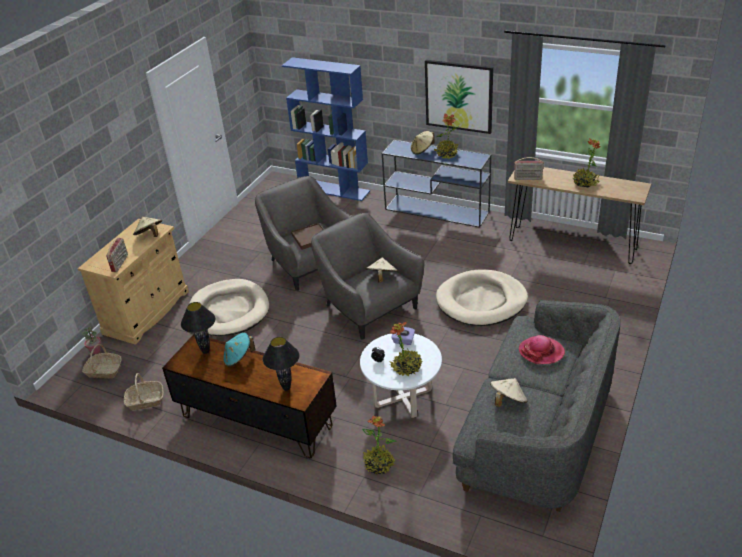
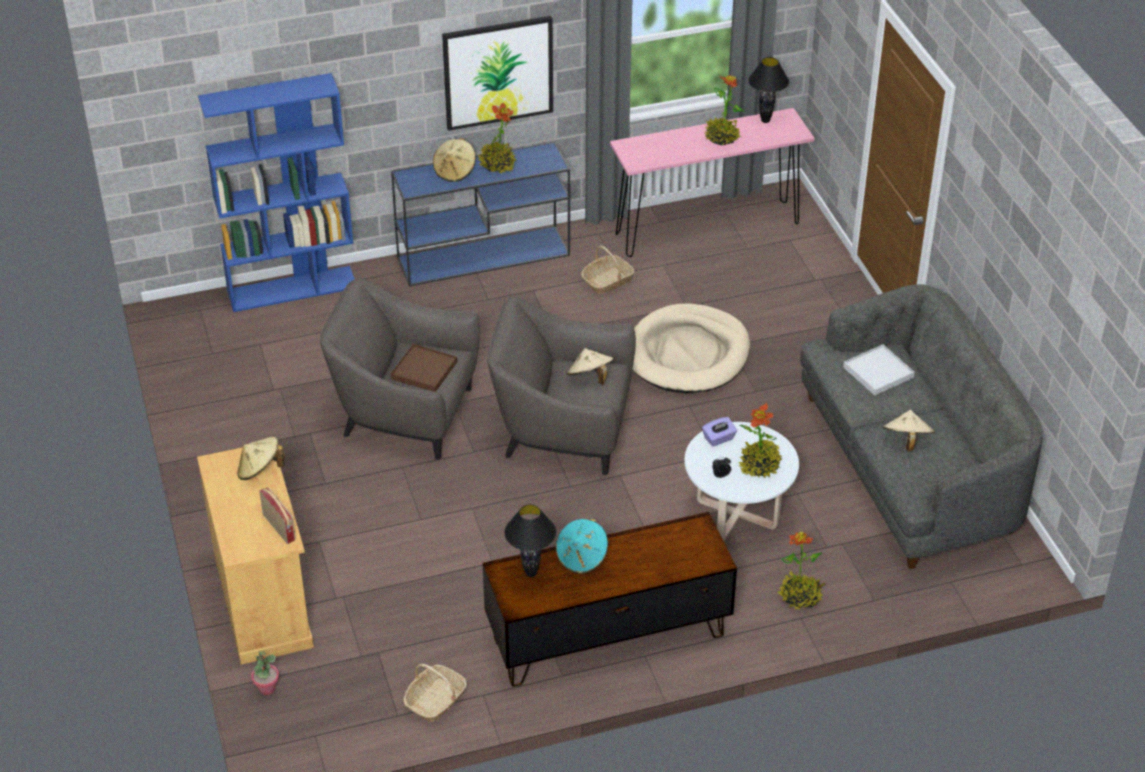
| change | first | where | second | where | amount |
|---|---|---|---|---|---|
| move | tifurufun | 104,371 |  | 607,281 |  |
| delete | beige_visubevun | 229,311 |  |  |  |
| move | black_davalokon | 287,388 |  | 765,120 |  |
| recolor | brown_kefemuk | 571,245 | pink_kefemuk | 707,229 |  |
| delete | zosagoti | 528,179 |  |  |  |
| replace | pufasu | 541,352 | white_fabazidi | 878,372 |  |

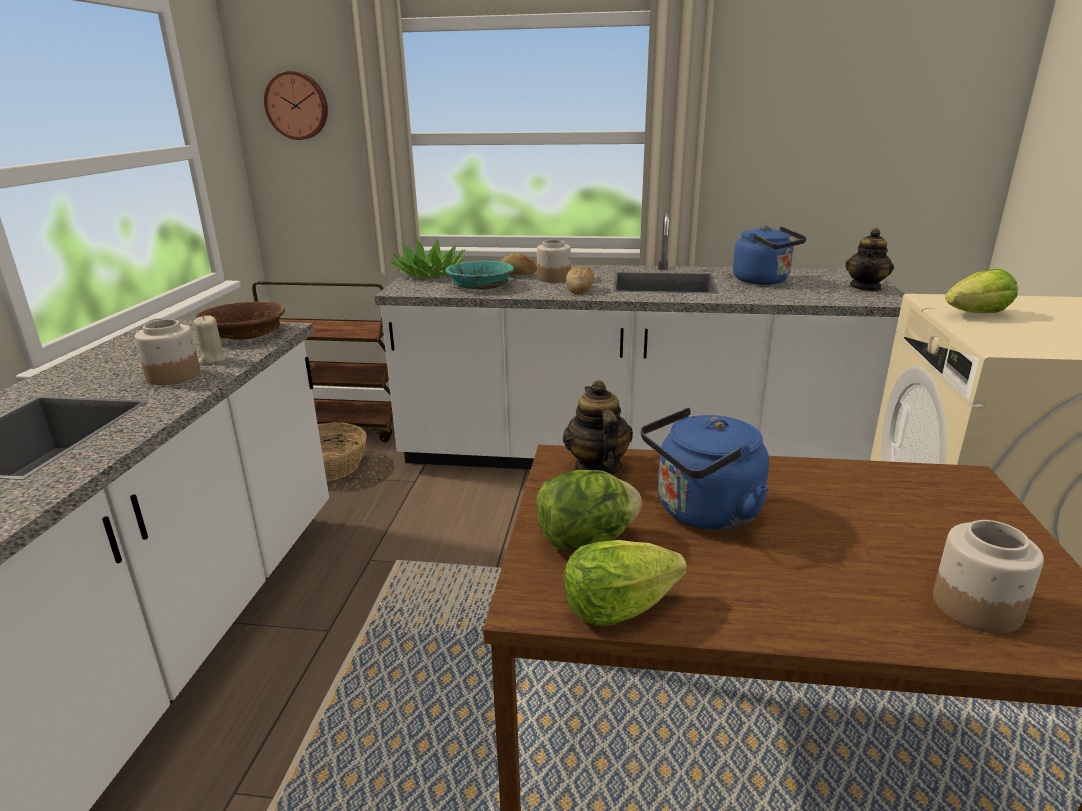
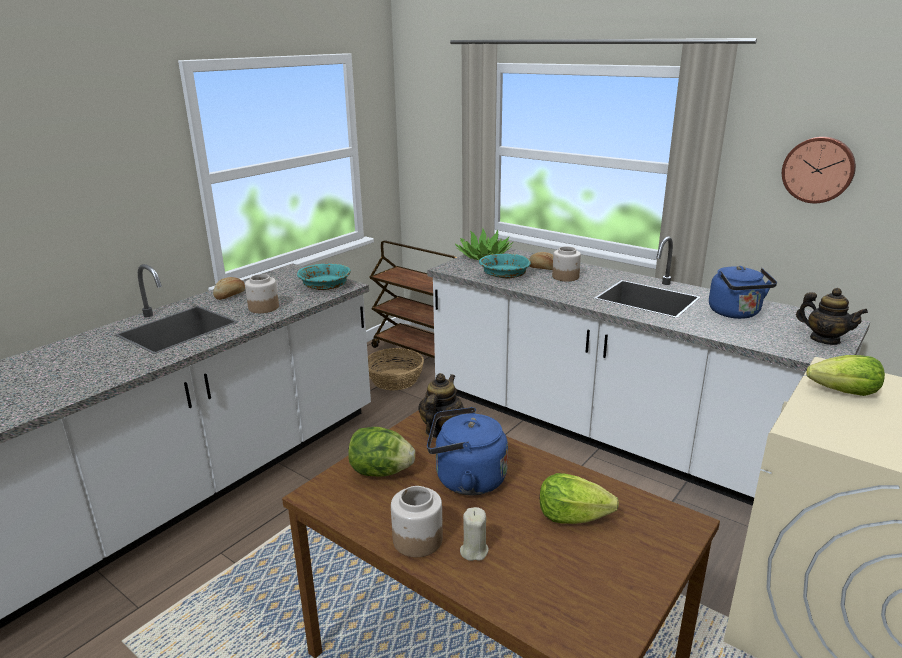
| change | first | where | second | where | amount |
|---|---|---|---|---|---|
| move | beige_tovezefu | 212,359 |  | 474,550 |  |
| recolor | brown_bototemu | 245,334 | turquoise_bototemu | 325,285 |  |
| move | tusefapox | 297,105 |  | 818,169 |  |
| move | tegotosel | 617,607 |  | 572,516 |  |
| move | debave | 579,289 |  | 231,295 |  |
| rotate | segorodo | 866,287 |  | 824,340 | 105 degrees counterclockwise |
| move | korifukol | 975,606 |  | 417,539 |  |

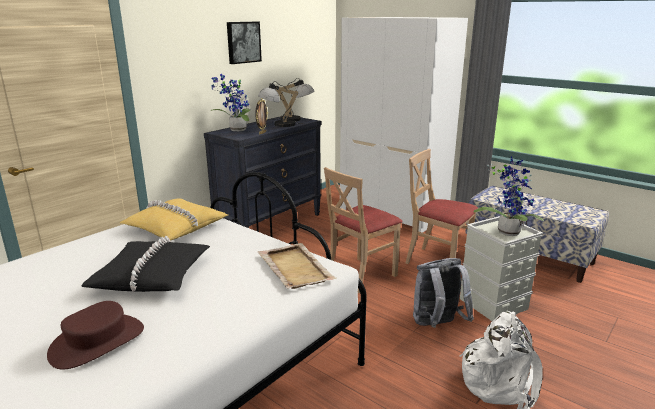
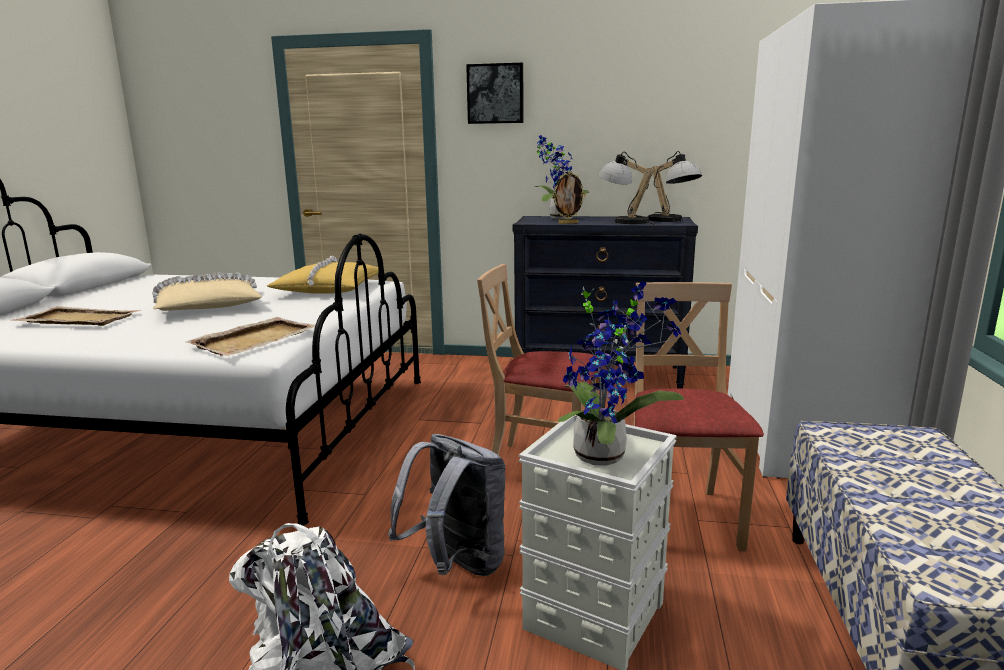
| change | first | where | second | where | amount |
|---|---|---|---|---|---|
| replace | brown_pufasu | 97,342 | beige_fabazidi | 78,319 |  |
| recolor | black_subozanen | 152,275 | beige_subozanen | 209,306 |  |
| move | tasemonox | 243,42 |  | 495,94 |  |

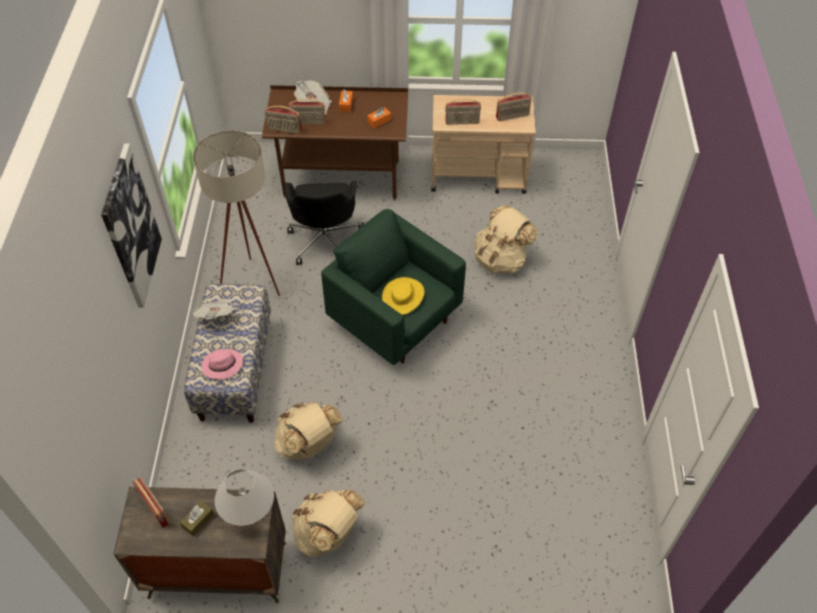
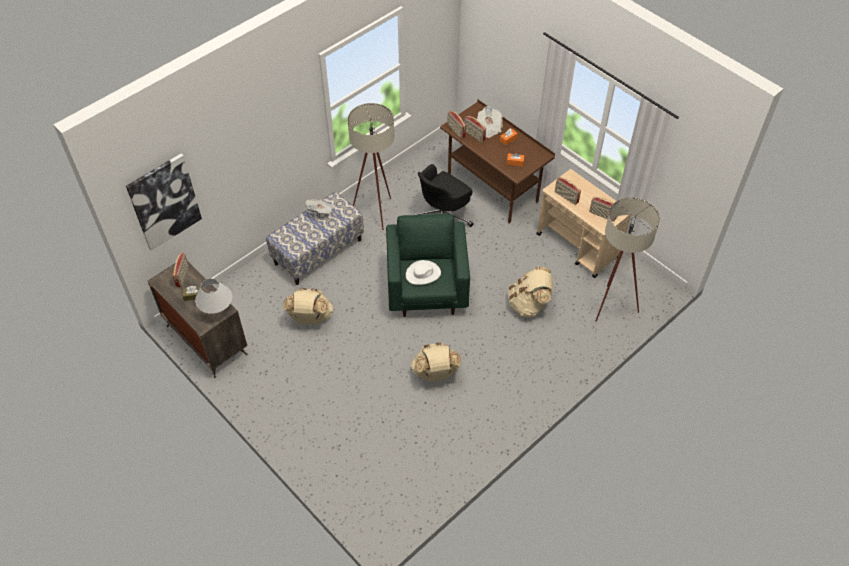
| change | first | where | second | where | amount |
|---|---|---|---|---|---|
| move | tasemonox | 130,228 |  | 164,202 |  |
| delete | pink_pufasu | 222,366 |  |  |  |
| move | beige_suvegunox | 328,533 |  | 435,373 |  |
| recolor | yellow_pufasu | 403,296 | white_pufasu | 423,274 |  |
| insert |  |  | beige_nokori | 609,309 |  |

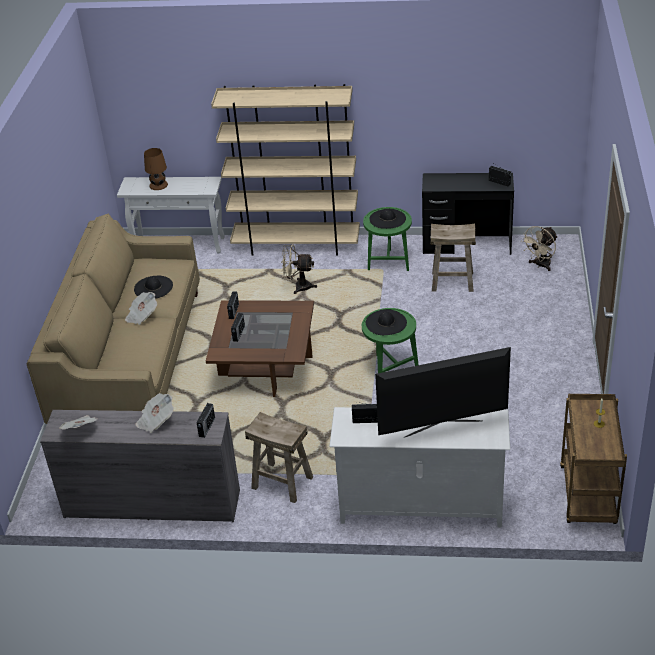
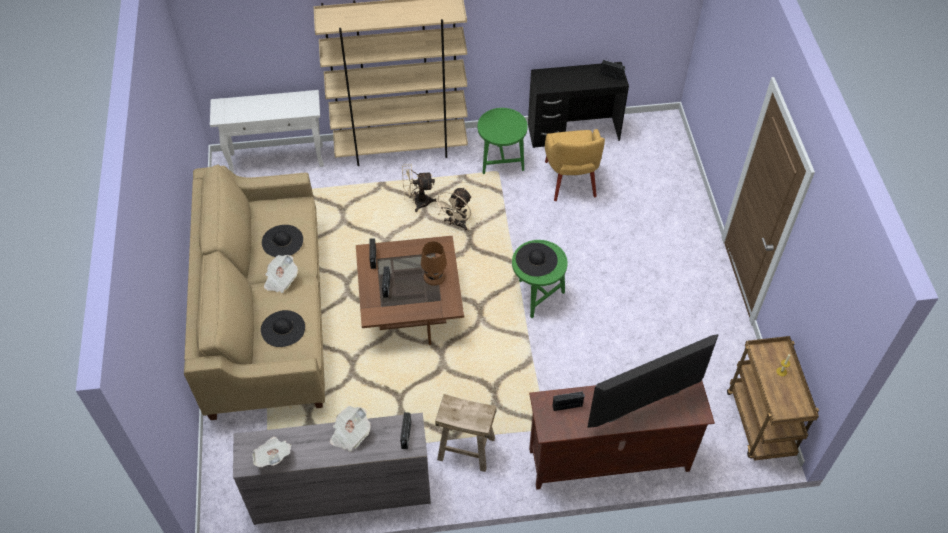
| change | first | where | second | where | amount |
|---|---|---|---|---|---|
| move | brown_davalokon | 158,185 |  | 434,276 |  |
| recolor | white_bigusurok | 420,508 | brown_bigusurok | 608,460 |  |
| move | black_pufasu | 387,219 |  | 283,328 |  |
| replace | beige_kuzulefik | 452,282 | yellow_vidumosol | 570,180 |  |
| move | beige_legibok | 540,265 |  | 456,224 |  |

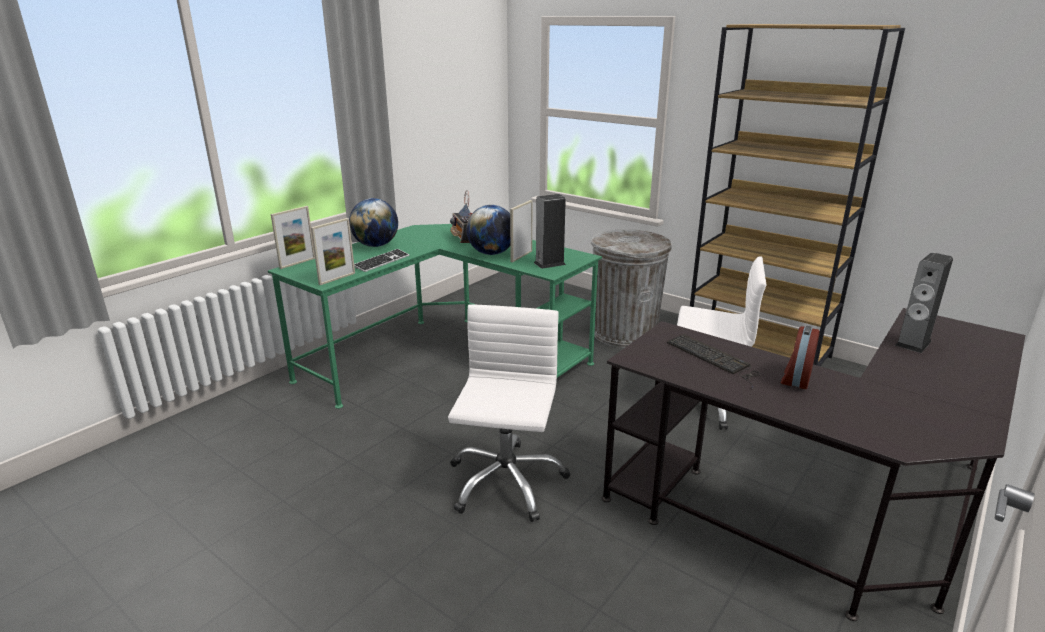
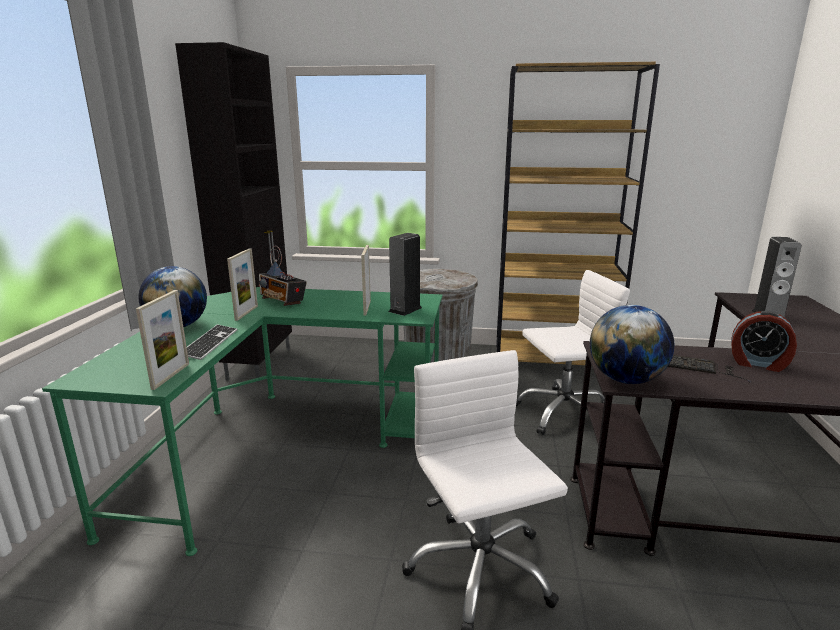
| change | first | where | second | where | amount |
|---|---|---|---|---|---|
| move | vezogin | 297,263 |  | 246,313 |  |
| move | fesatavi | 491,253 |  | 625,380 |  |
| rotate | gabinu | 795,378 |  | 758,364 | 60 degrees counterclockwise |
| insert |  |  | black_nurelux | 261,363 |  |

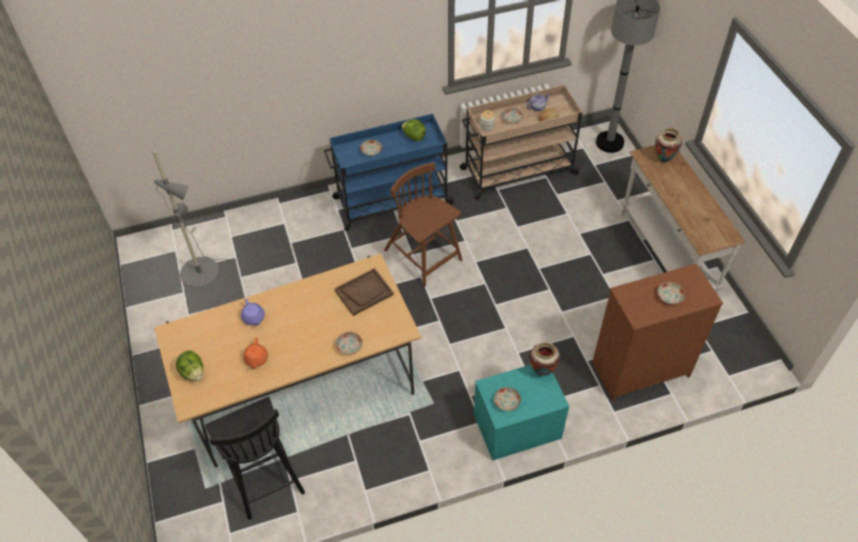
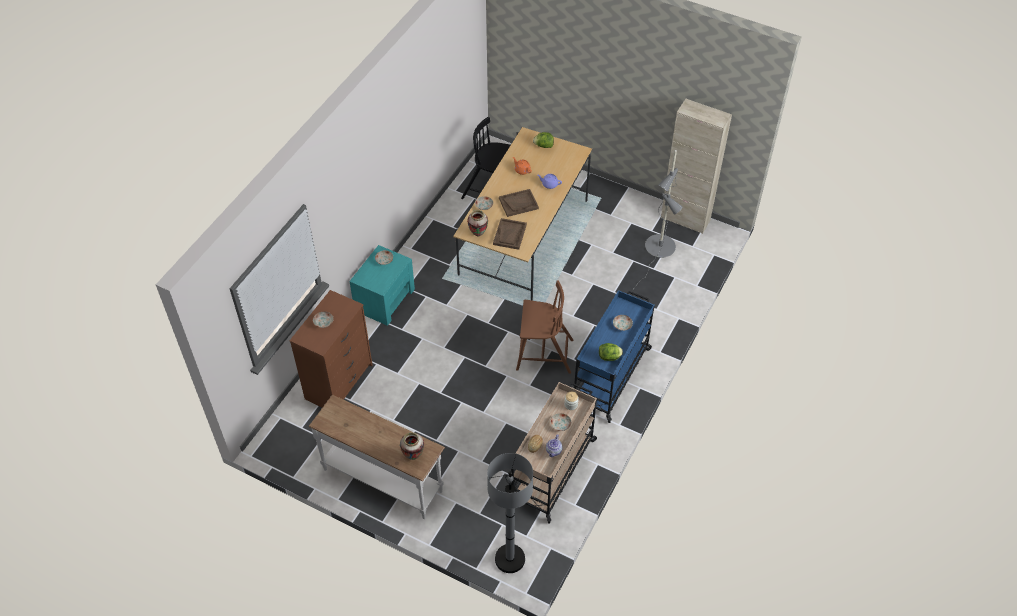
| change | first | where | second | where | amount |
|---|---|---|---|---|---|
| move | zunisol | 542,371 |  | 478,234 |  |
| insert |  |  | brown_fabazidi | 518,203 |  |
| insert |  |  | beige_nurelux | 685,219 |  |

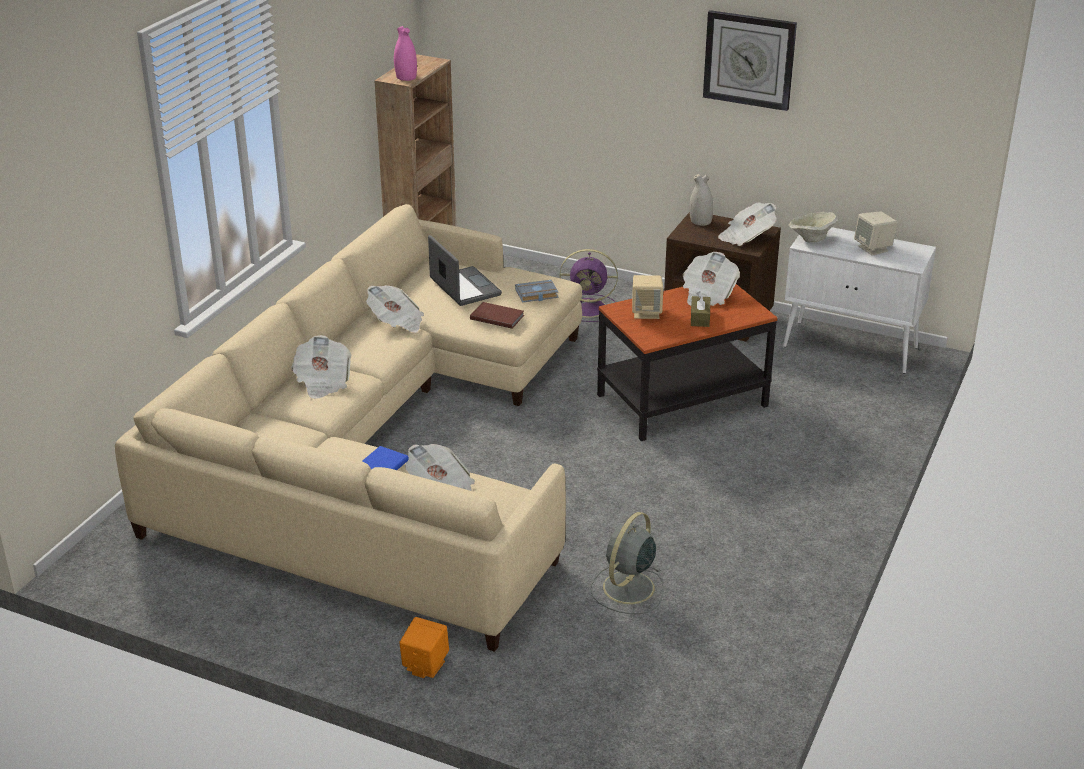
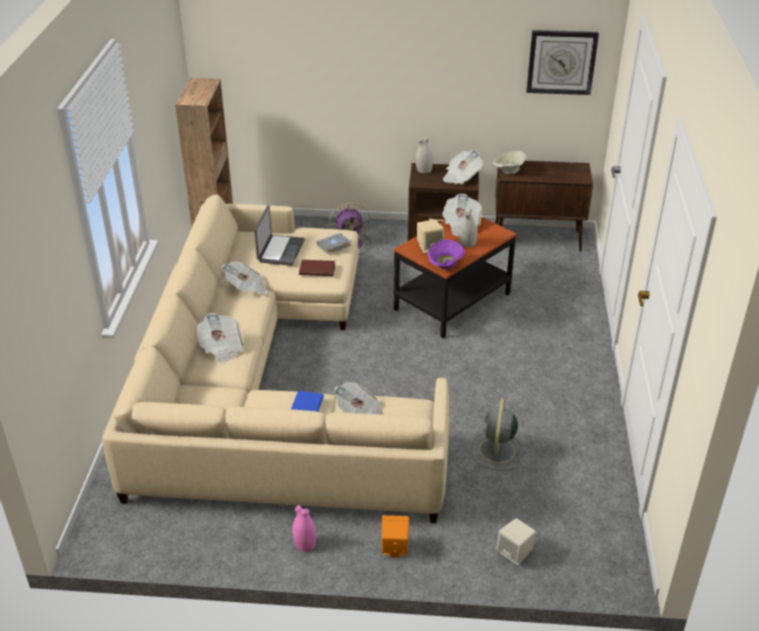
| change | first | where | second | where | amount |
|---|---|---|---|---|---|
| move | pink_zunisol | 406,77 |  | 305,543 |  |
| rotate | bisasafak | 464,288 |  | 280,251 | 60 degrees clockwise |
| replace | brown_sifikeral | 700,318 | white_zunisol | 467,244 |  |
| move | tusefapox | 749,60 |  | 561,62 |  |
| recolor | white_nurelux | 851,347 | brown_nurelux | 538,239 |  |
| move | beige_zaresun | 873,248 |  | 515,553 |  |
| insert |  |  | purple_bototemu | 445,265 |  |

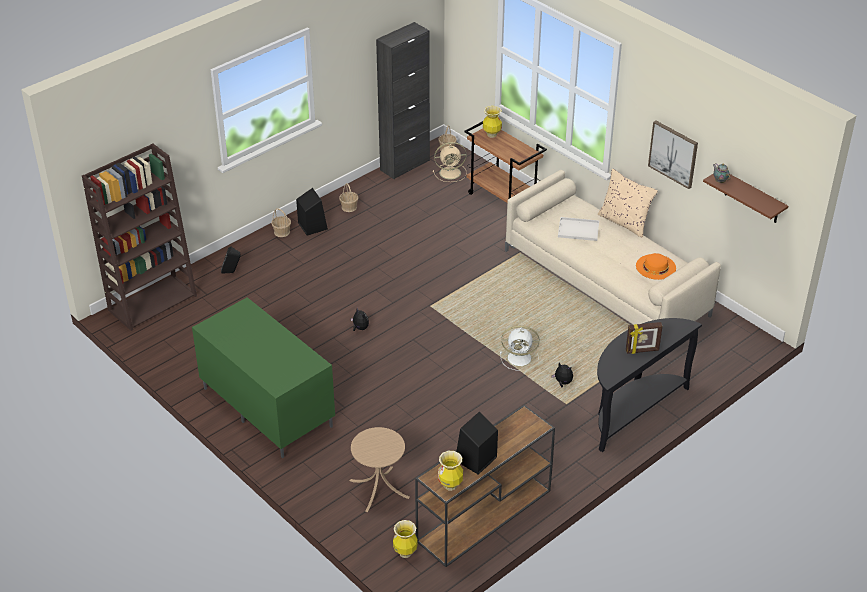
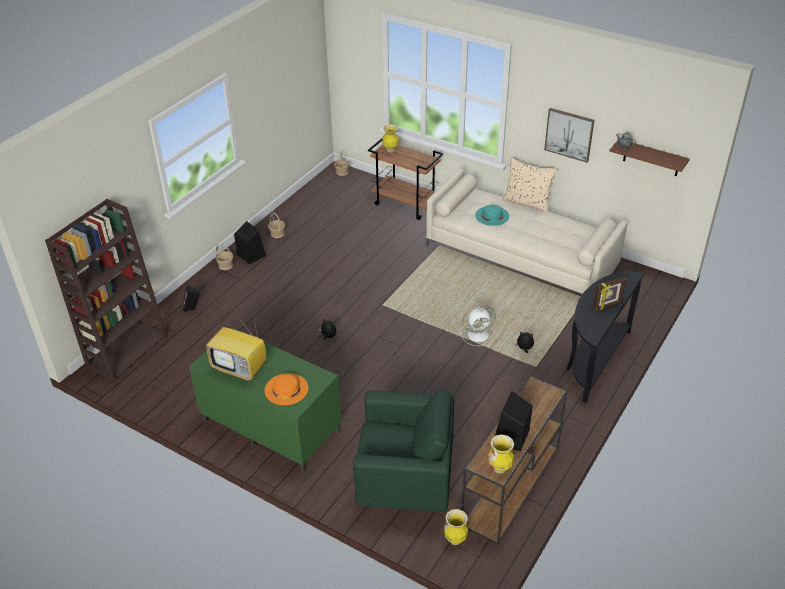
| change | first | where | second | where | amount |
|---|---|---|---|---|---|
| replace | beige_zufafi | 379,489 | green_vidumosol | 405,482 |  |
| delete | black_nurelux | 405,165 |  |  |  |
| delete | beige_legibok | 451,173 |  |  |  |
| replace | white_fabazidi | 577,230 | turquoise_pufasu | 492,215 |  |
| move | orange_pufasu | 655,267 |  | 286,389 |  |
| insert |  |  | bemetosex | 241,369 |  |

